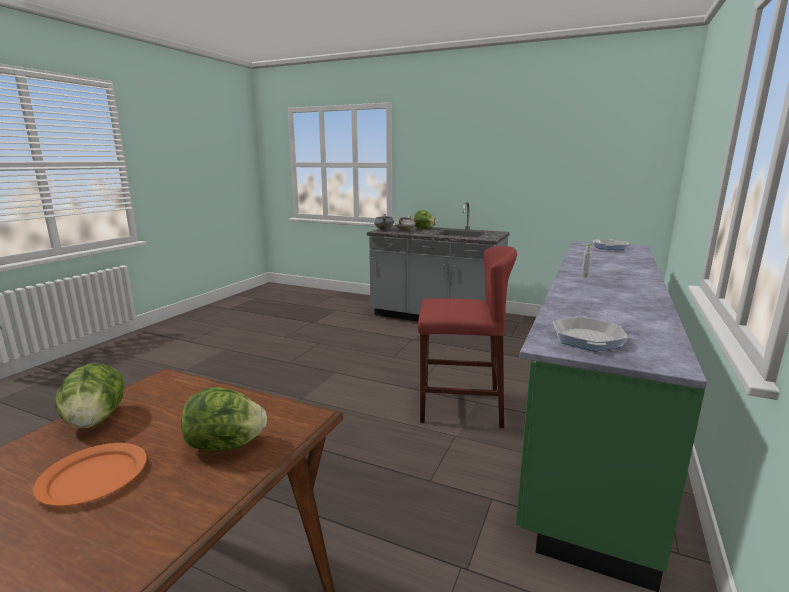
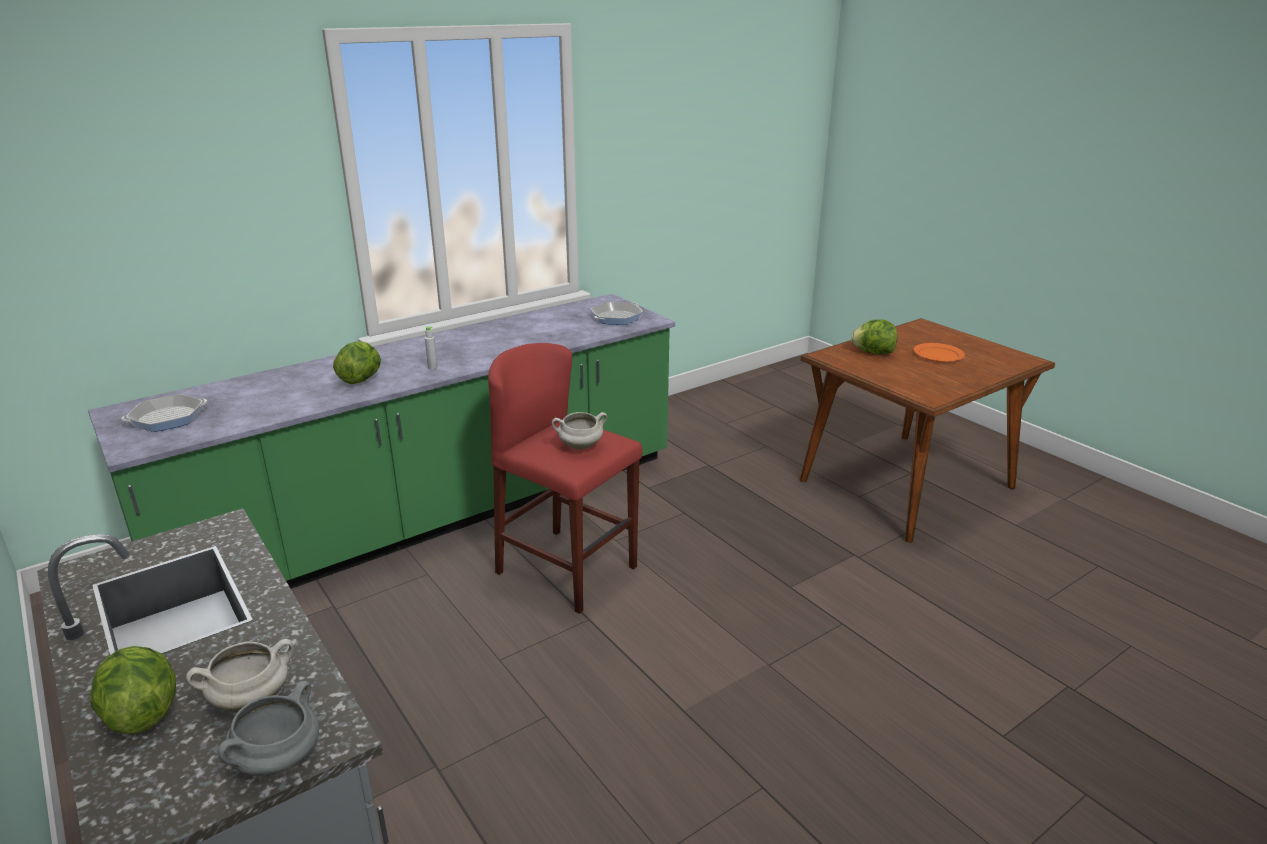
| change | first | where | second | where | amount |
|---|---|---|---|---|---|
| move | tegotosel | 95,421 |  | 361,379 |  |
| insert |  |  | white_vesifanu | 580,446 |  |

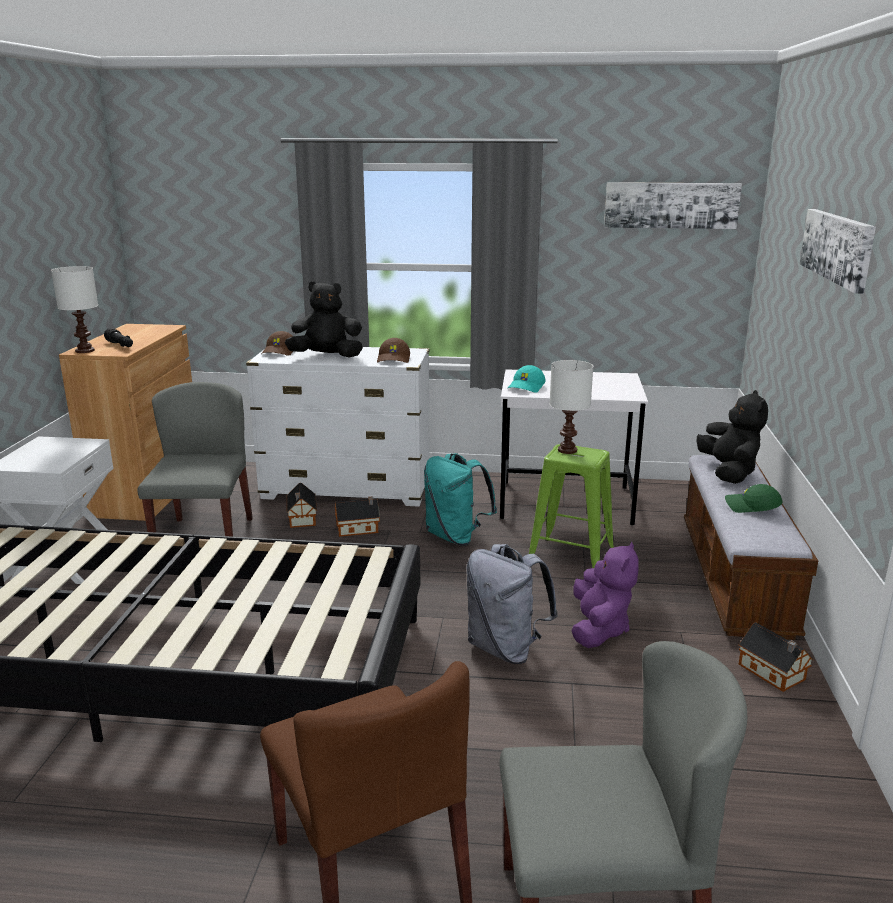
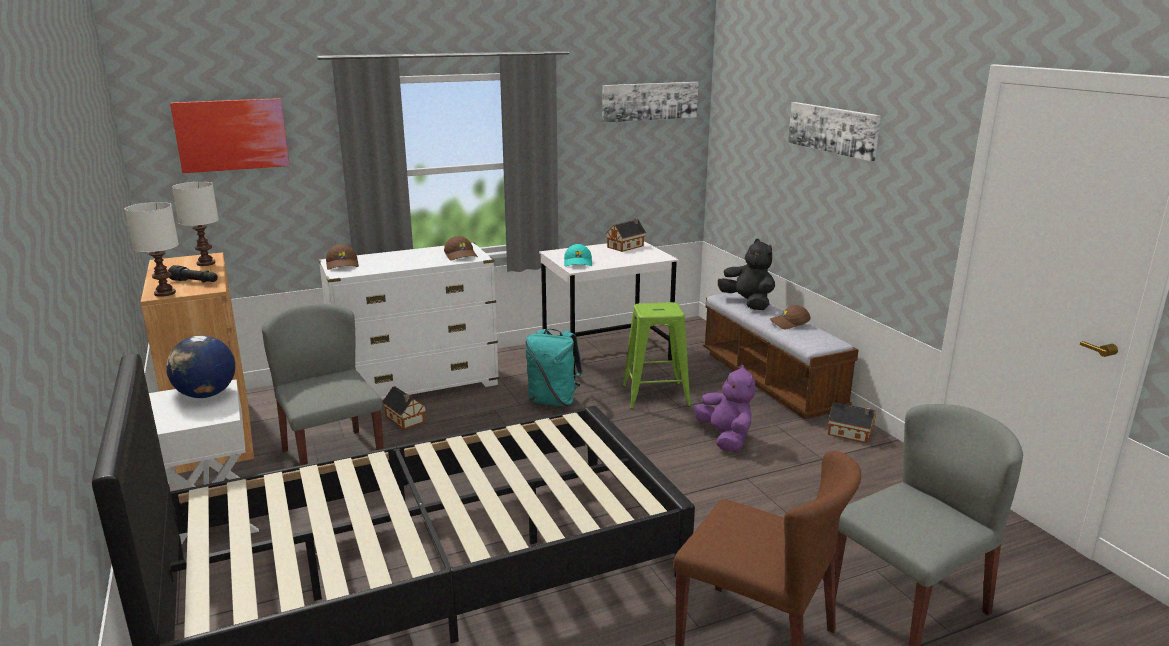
| change | first | where | second | where | amount |
|---|---|---|---|---|---|
| delete | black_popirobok | 326,357 |  |  |  |
| move | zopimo | 359,529 |  | 626,246 |  |
| delete | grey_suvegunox | 506,648 |  |  |  |
| move | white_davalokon | 566,450 |  | 205,263 |  |
| recolor | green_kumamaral | 751,507 | brown_kumamaral | 789,324 |  |
| insert |  |  | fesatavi | 206,395 |  |
| insert |  |  | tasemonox | 232,135 |  |

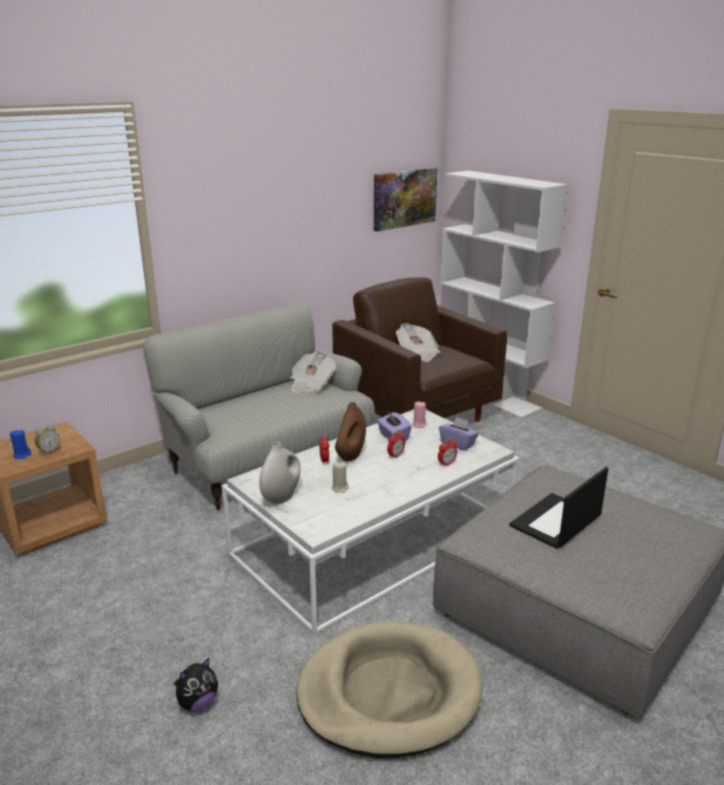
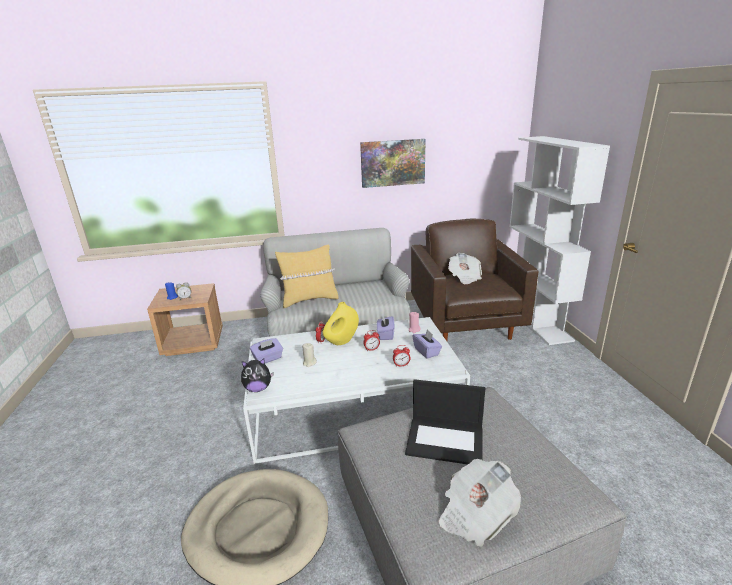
| change | first | where | second | where | amount |
|---|---|---|---|---|---|
| move | popirobok | 197,703 |  | 258,389 |  |
| replace | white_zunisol | 281,497 | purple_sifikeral | 268,359 |  |
| move | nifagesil | 311,385 |  | 475,515 |  |
| recolor | brown_zunisol | 351,455 | yellow_zunisol | 342,341 |  |
| move | tasemonox | 404,198 |  | 392,163 |  |
| rotate | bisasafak | 556,522 |  | 446,440 | 150 degrees counterclockwise |
| insert |  |  | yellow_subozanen | 309,300 |  |

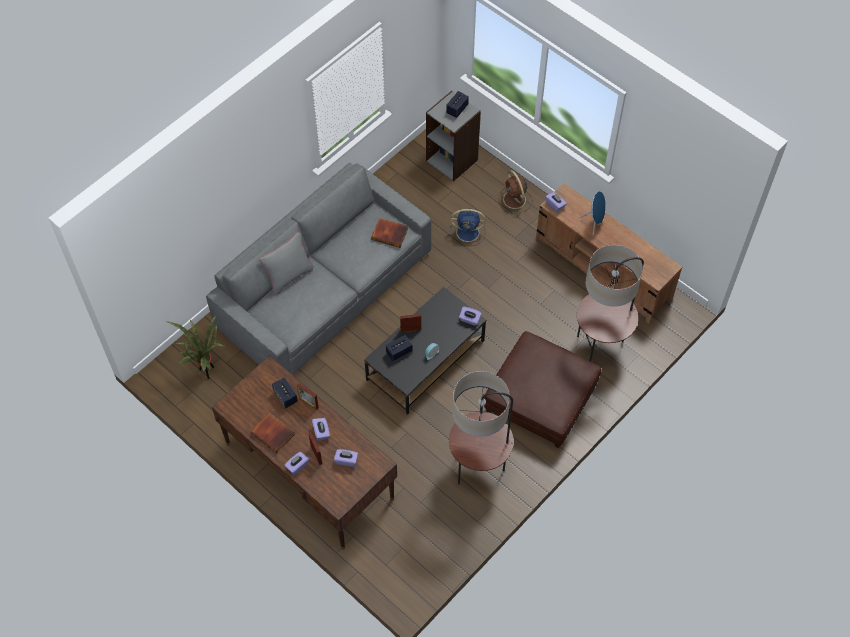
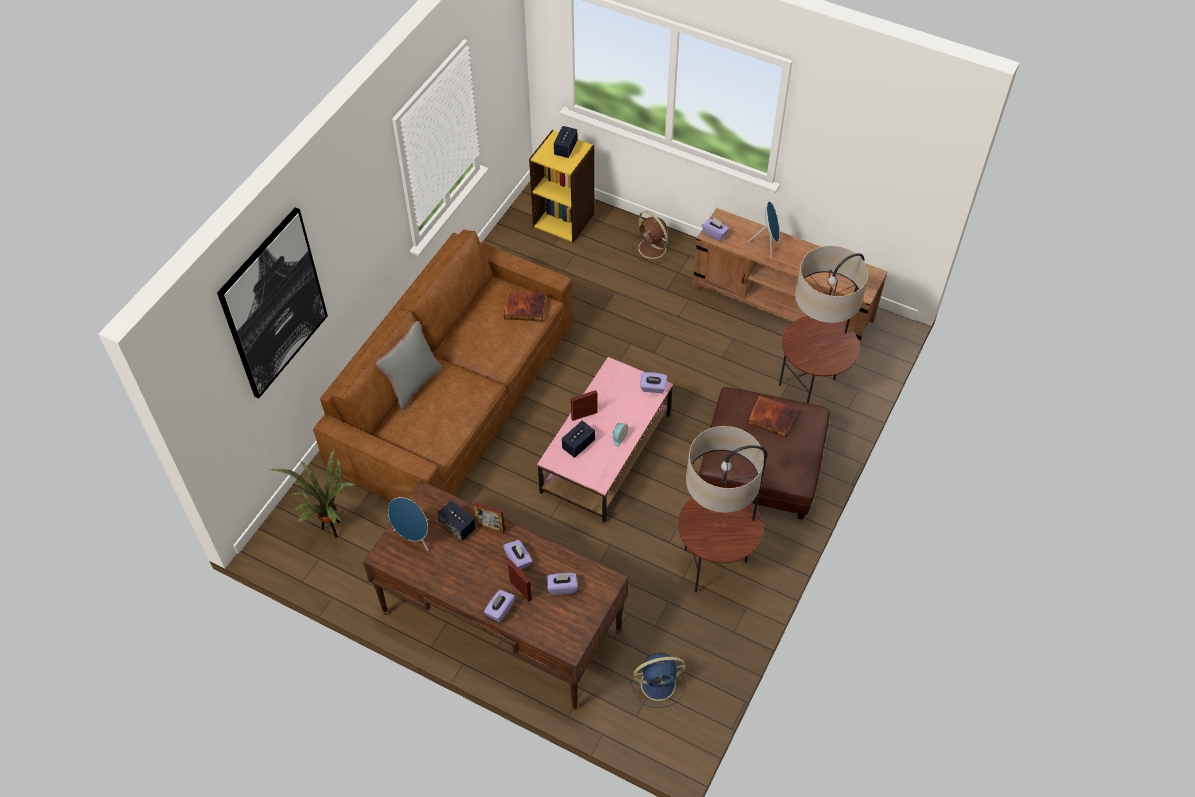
| change | first | where | second | where | amount |
|---|---|---|---|---|---|
| recolor | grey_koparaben | 324,290 | brown_koparaben | 455,398 |  |
| move | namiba | 274,433 |  | 772,417 |  |
| recolor | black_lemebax | 425,360 | pink_lemebax | 605,452 |  |
| recolor | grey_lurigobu | 452,160 | yellow_lurigobu | 564,219 |  |
| move | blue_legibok | 469,232 |  | 659,684 |  |
| insert |  |  | tasemonox | 273,304 |  |
| insert |  |  | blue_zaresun | 414,537 |  |

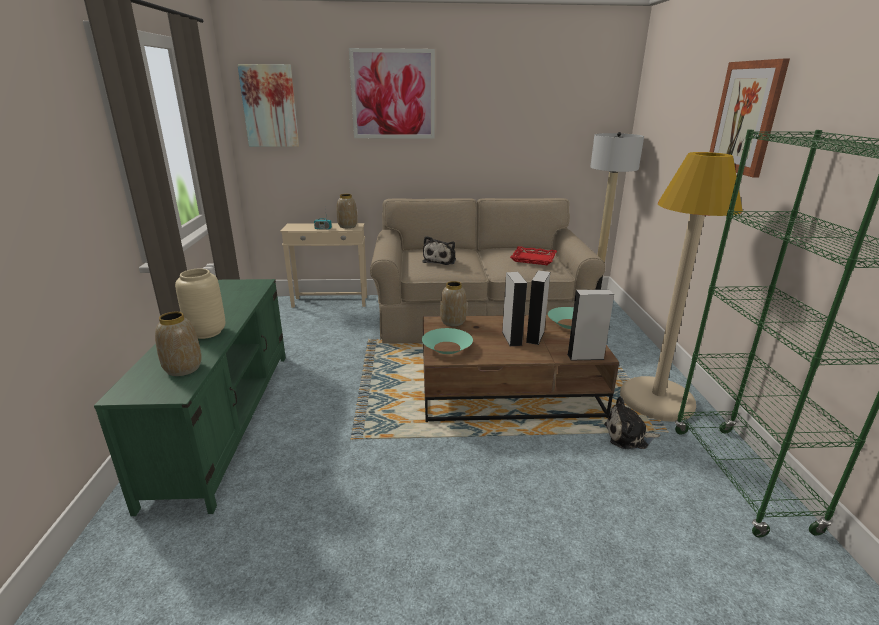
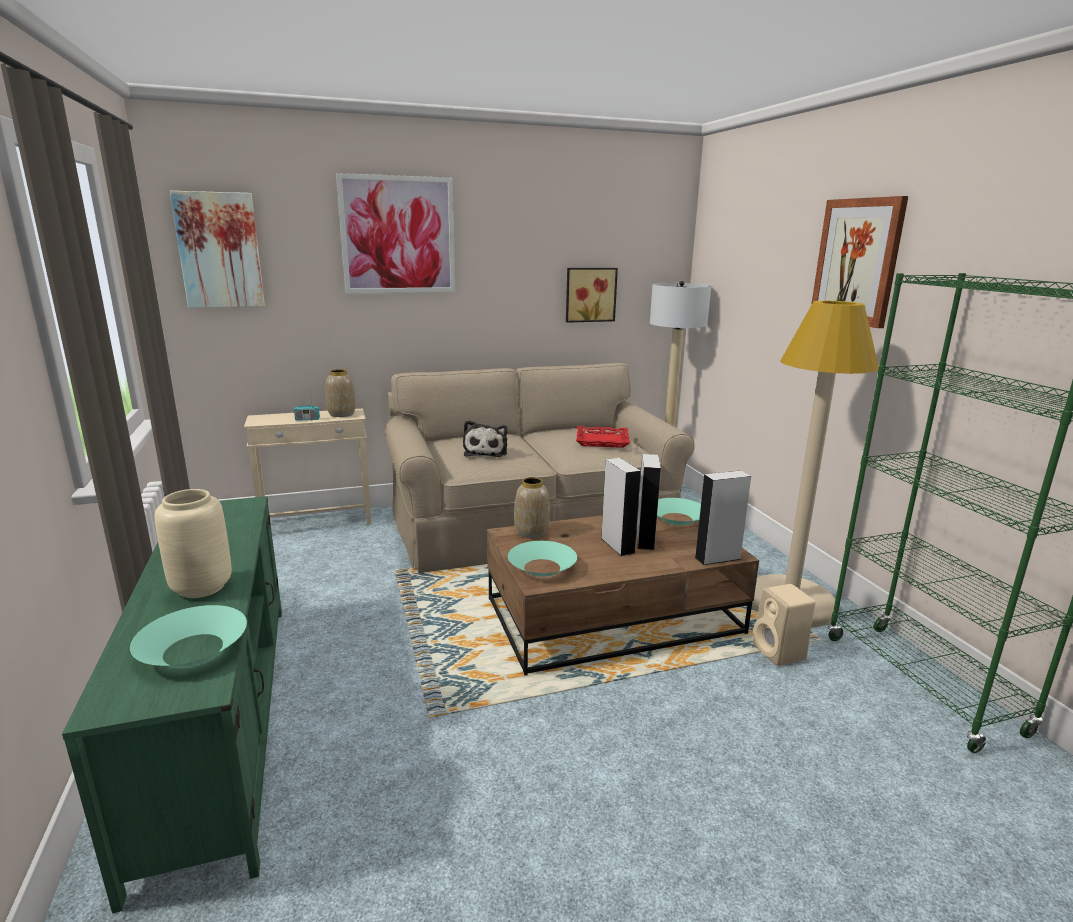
| change | first | where | second | where | amount |
|---|---|---|---|---|---|
| replace | zunisol | 182,369 | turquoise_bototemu | 192,650 |  |
| replace | popirobok | 628,436 | beige_zaresun | 780,653 |  |
| insert |  |  | tasemonox | 590,294 |  |

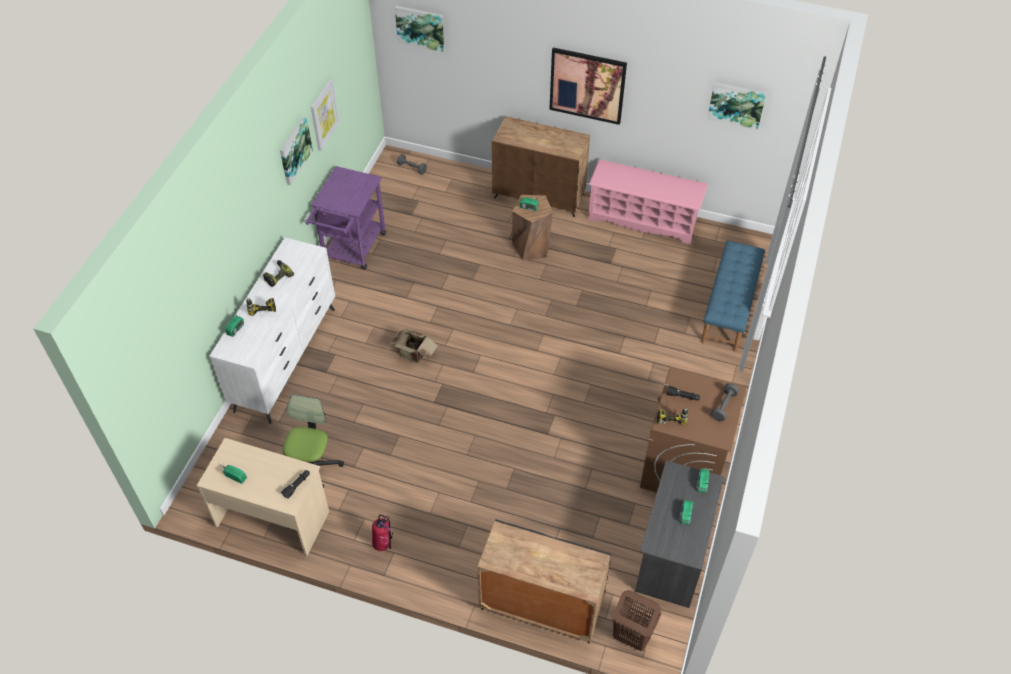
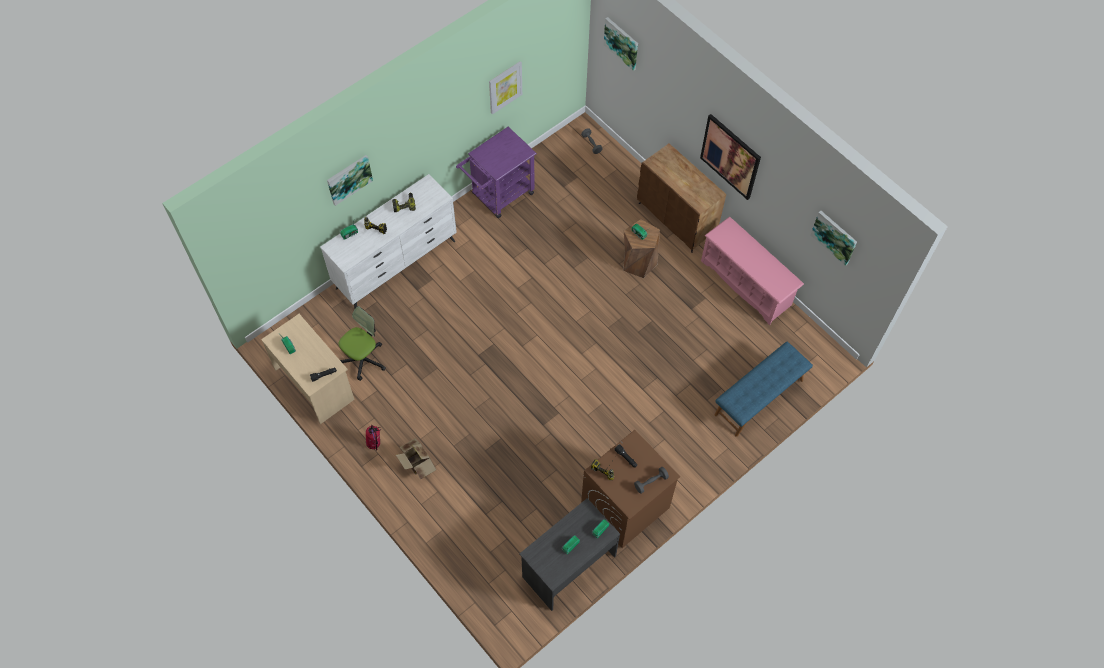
| change | first | where | second | where | amount |
|---|---|---|---|---|---|
| move | tasemonox | 294,150 |  | 349,179 |  |
| move | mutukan | 413,355 |  | 417,464 |  |
| delete | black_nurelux | 540,606 |  |  |  |
| delete | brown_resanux | 631,635 |  |  |  |

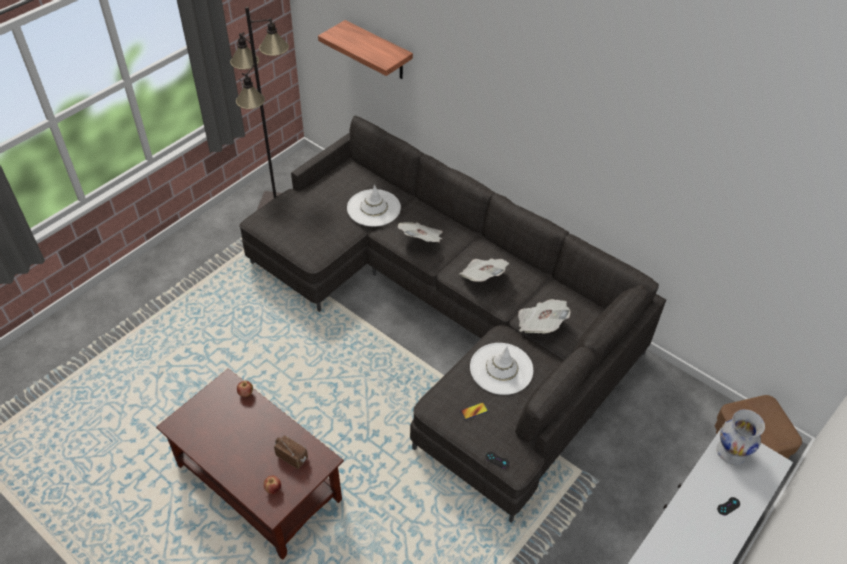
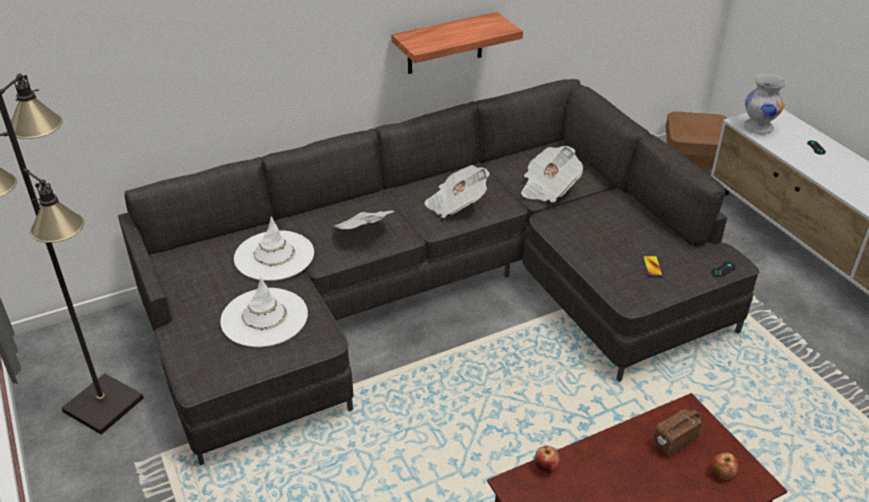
| change | first | where | second | where | amount |
|---|---|---|---|---|---|
| move | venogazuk | 378,51 |  | 445,44 |  |
| move | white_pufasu | 501,369 |  | 264,318 |  |

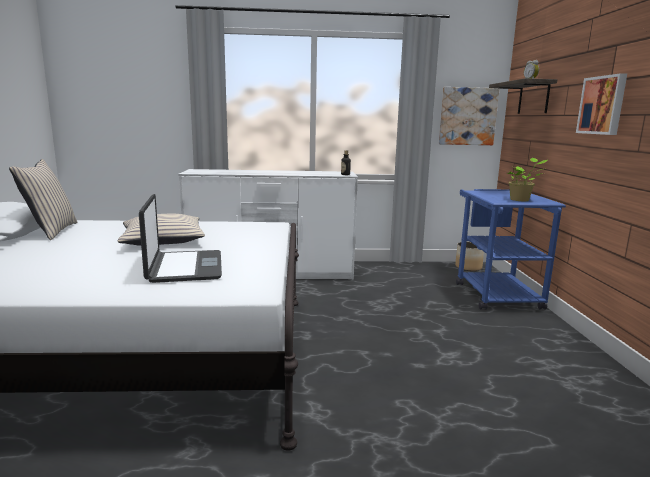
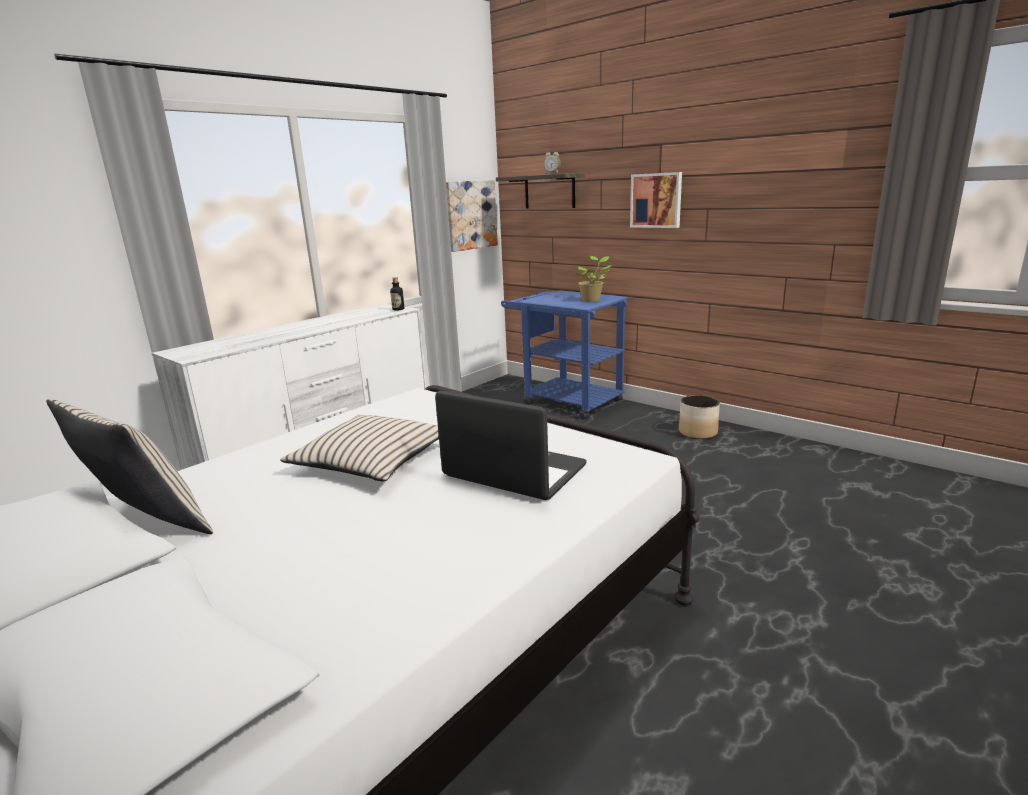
| change | first | where | second | where | amount |
|---|---|---|---|---|---|
| move | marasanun | 468,267 |  | 698,432 |  |

